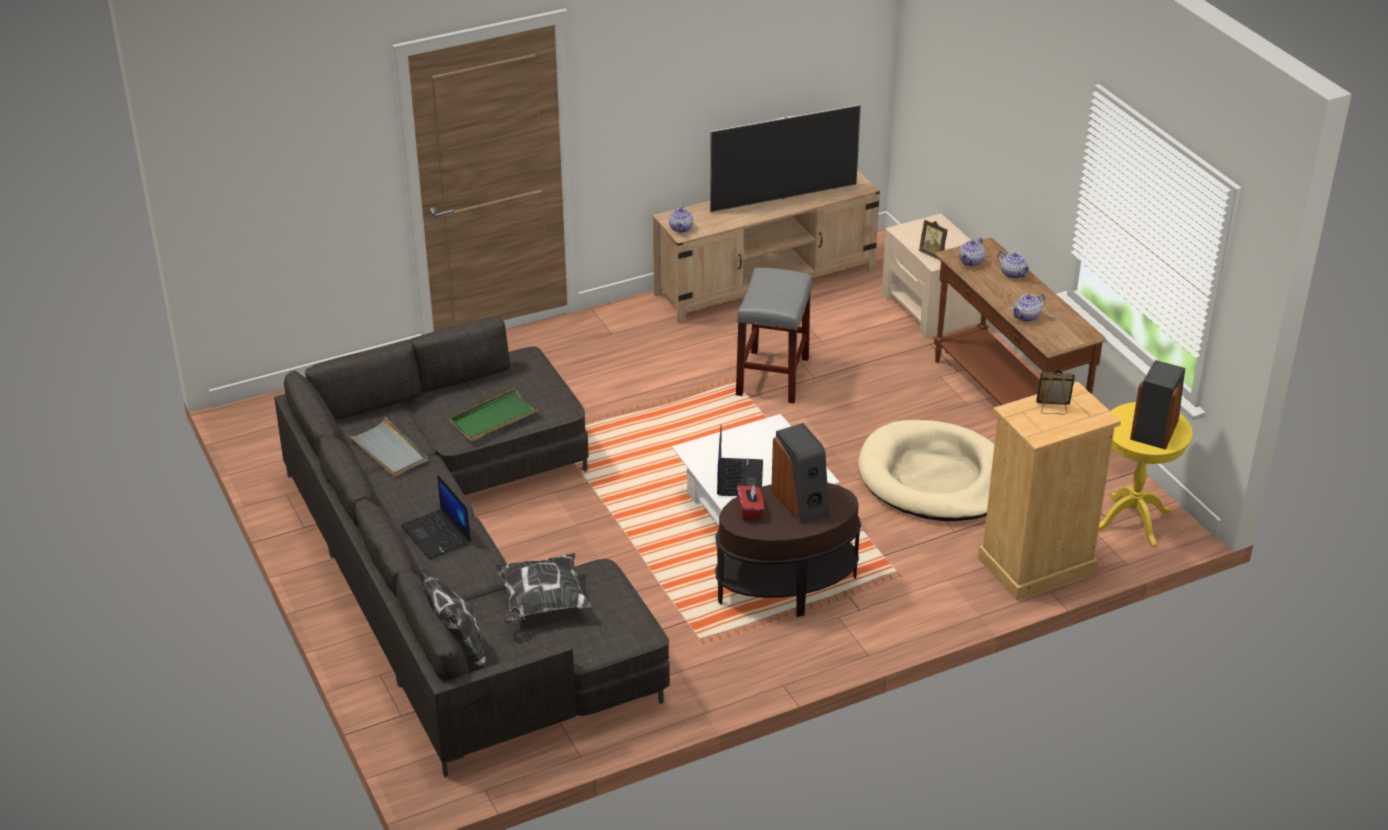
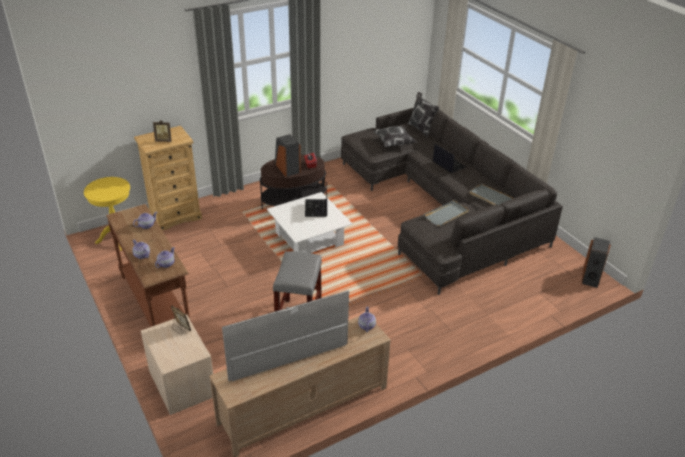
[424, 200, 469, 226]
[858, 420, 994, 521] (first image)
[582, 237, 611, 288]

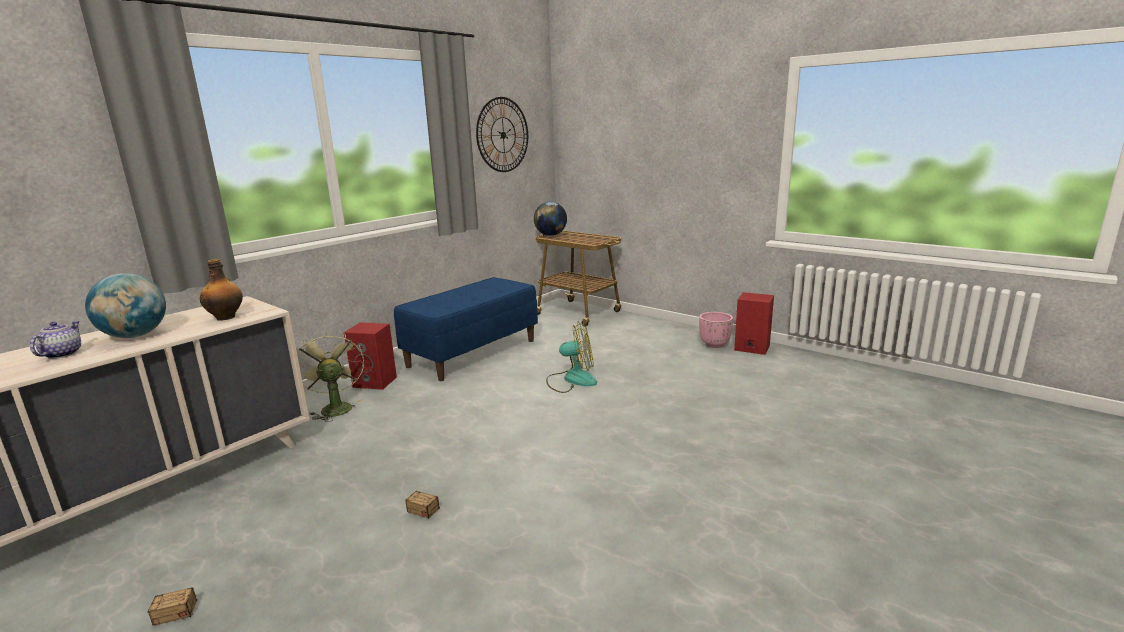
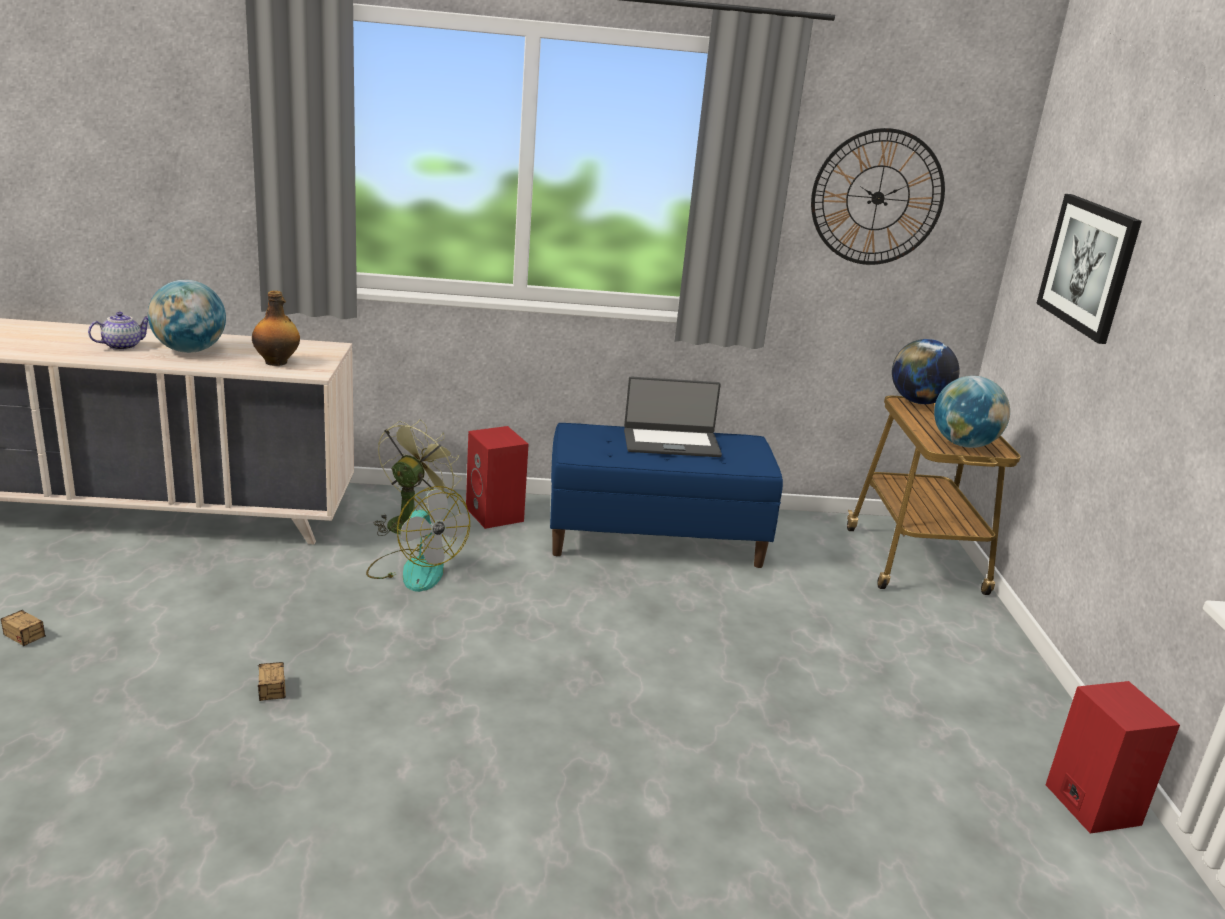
[366, 486, 470, 592]
[699, 312, 733, 348] (first image)
[624, 377, 722, 457]
[934, 376, 1010, 448]
[1036, 194, 1142, 344]

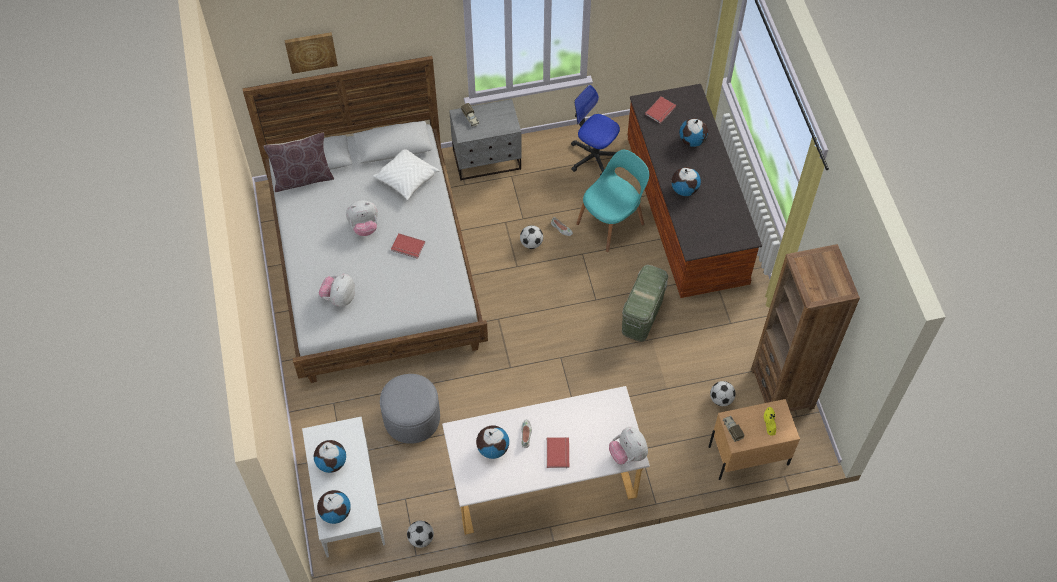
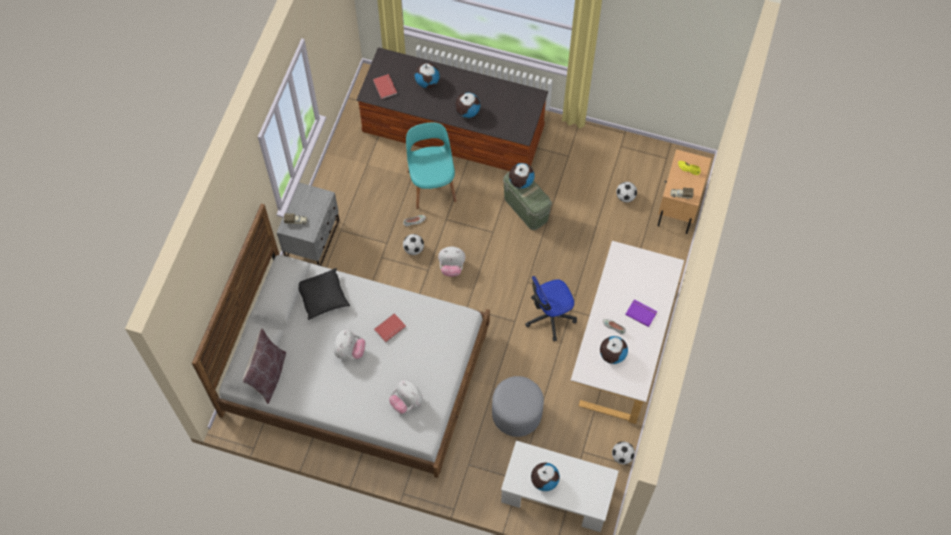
[285, 32, 338, 74] (first image)
[509, 163, 535, 189]
[299, 268, 350, 320]
[625, 300, 657, 327]
[525, 276, 577, 341]
[438, 247, 465, 277]
[751, 244, 860, 411] (first image)

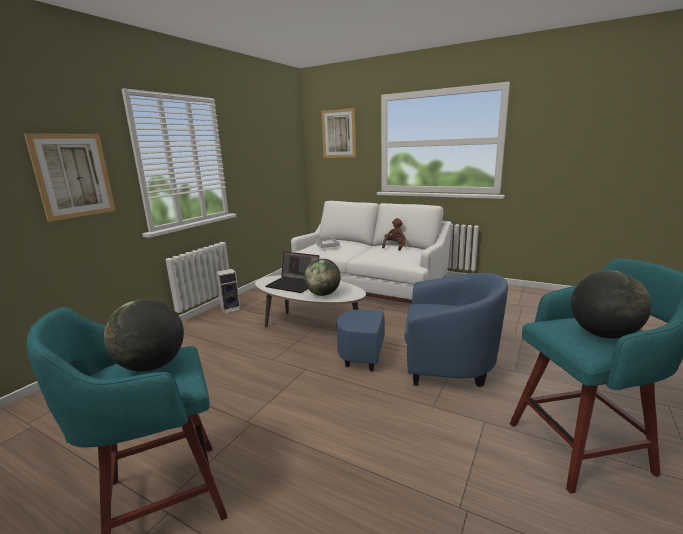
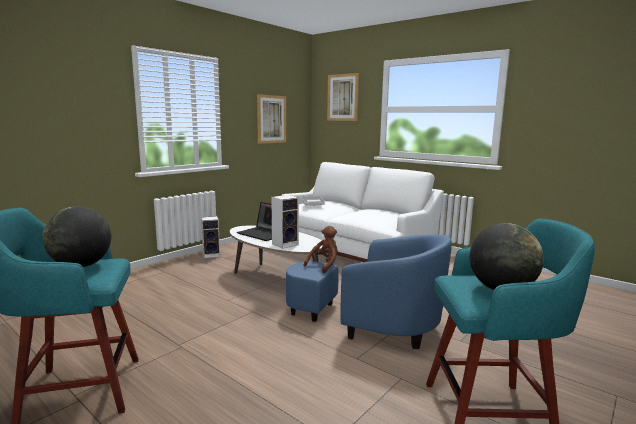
[257, 94, 286, 144]
[271, 195, 299, 249]
[304, 226, 338, 273]

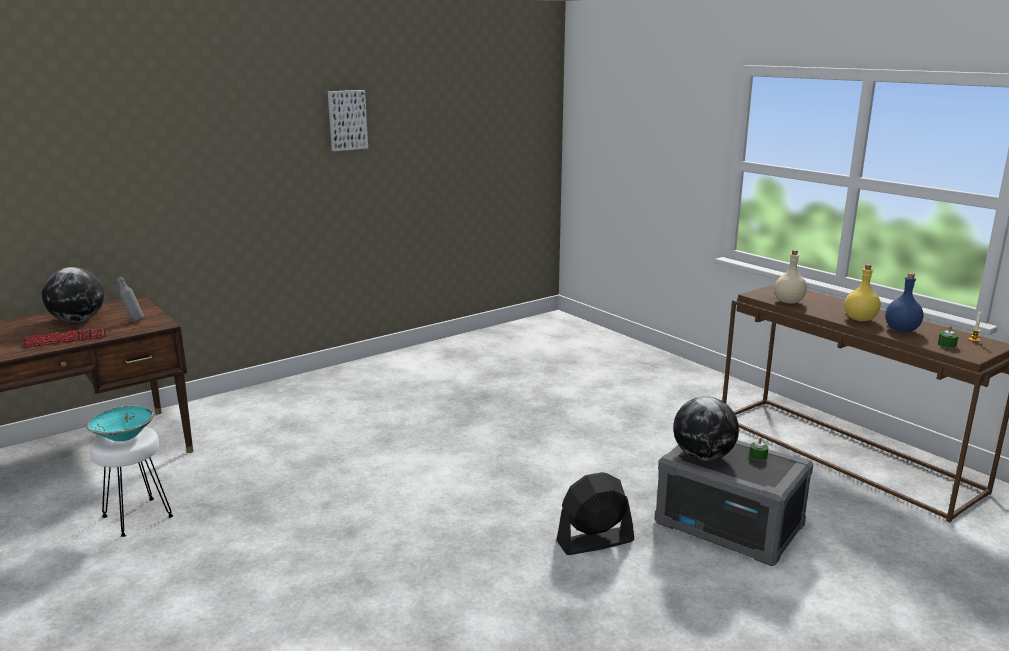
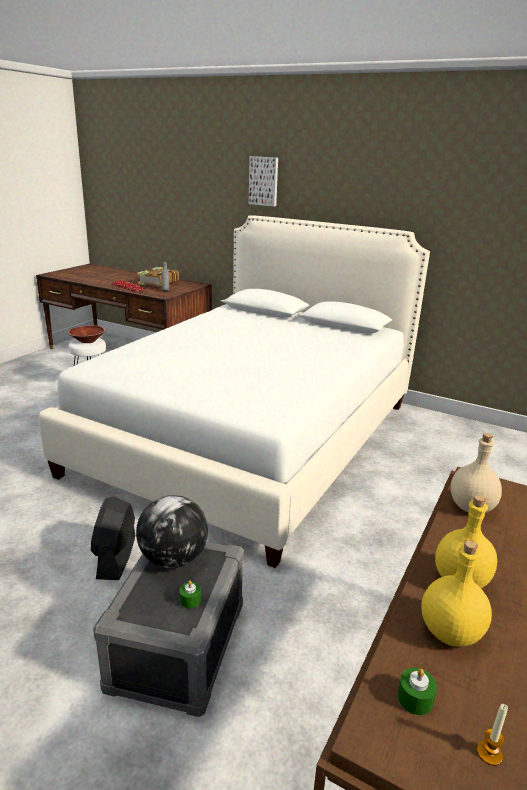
[137, 267, 179, 287]
[68, 325, 105, 343]
[249, 156, 278, 207]
[91, 497, 135, 580]
[421, 540, 492, 647]
[39, 215, 430, 568]

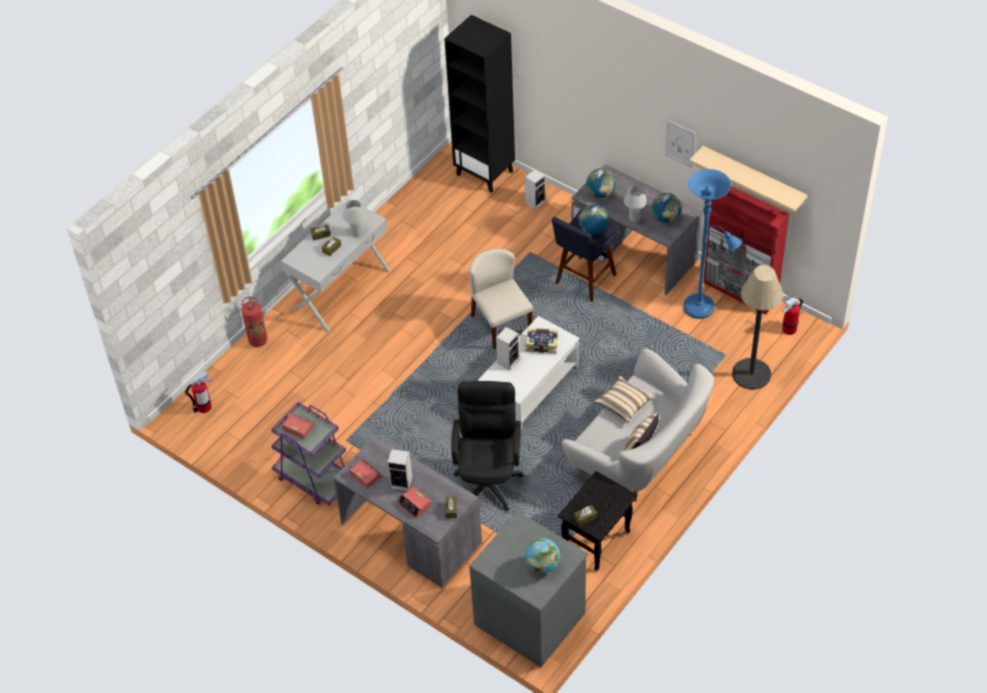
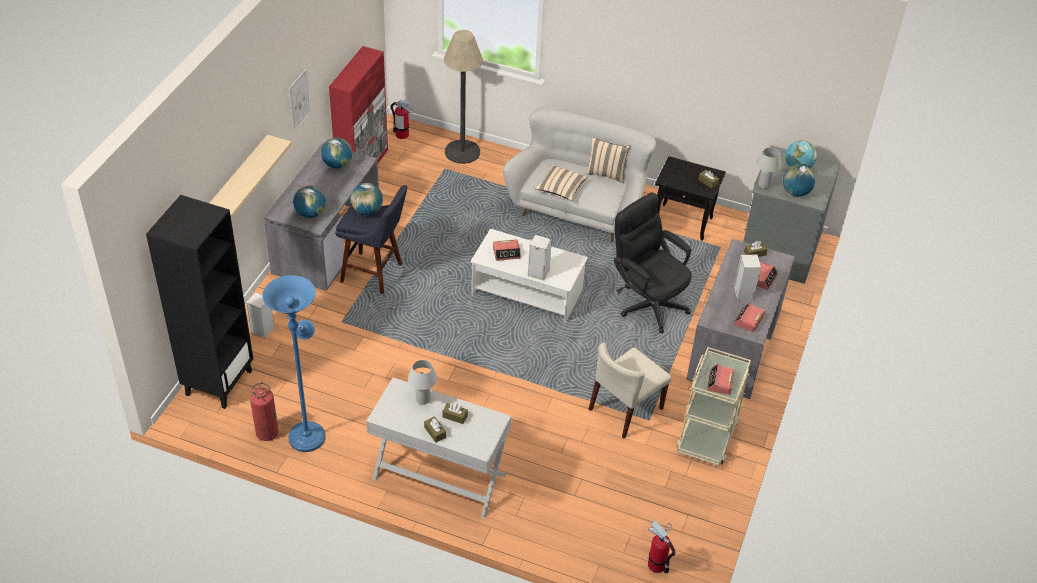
[250, 383, 279, 441]
[677, 347, 751, 466]
[614, 192, 692, 333]
[589, 343, 672, 438]
[493, 239, 521, 261]
[756, 147, 782, 189]
[263, 275, 325, 452]
[210, 135, 292, 218]
[783, 165, 815, 197]

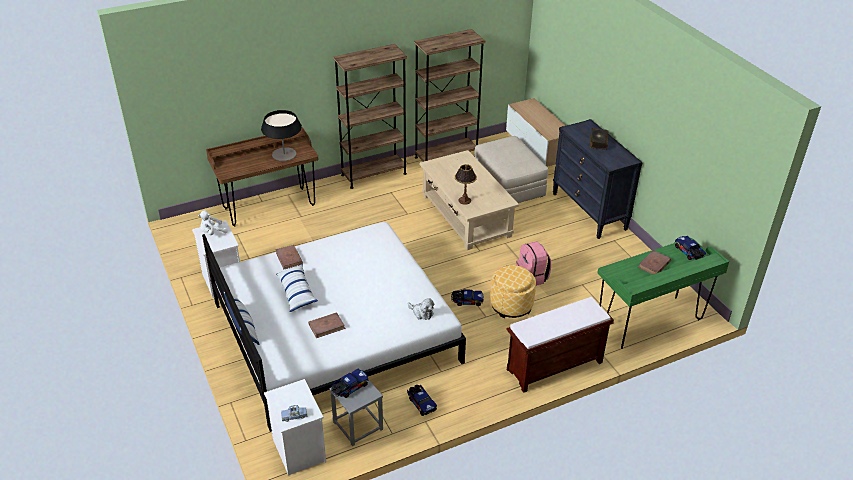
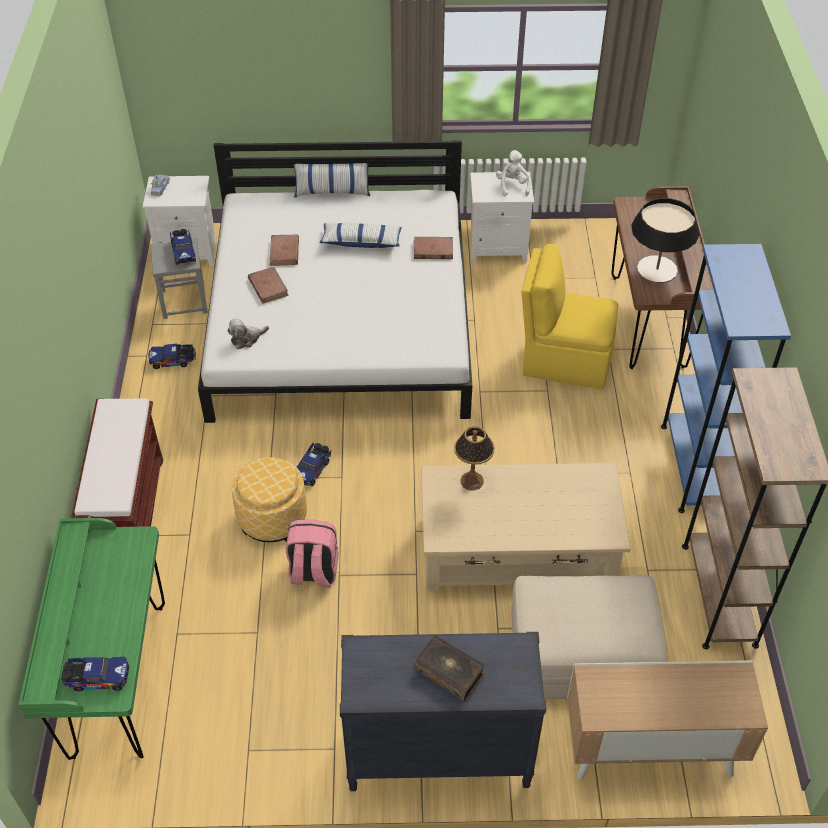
[661, 244, 791, 513]
[248, 267, 289, 304]
[521, 244, 618, 390]

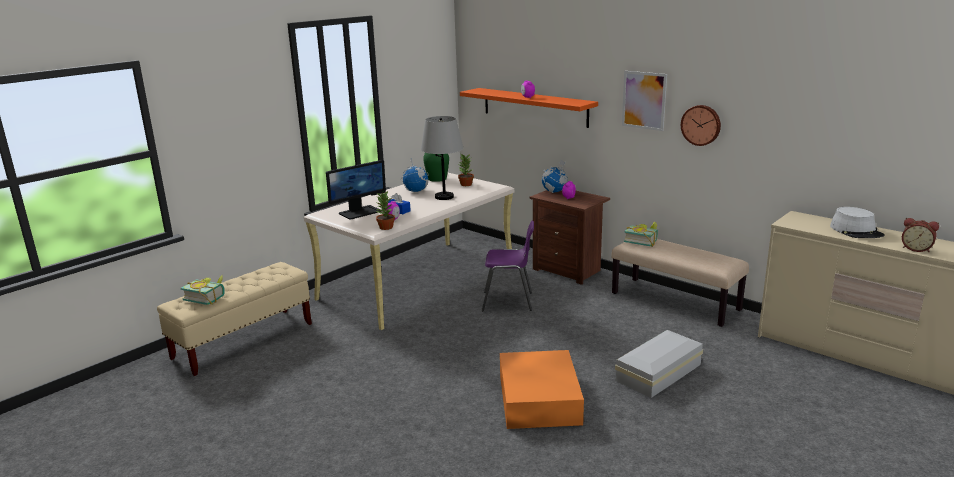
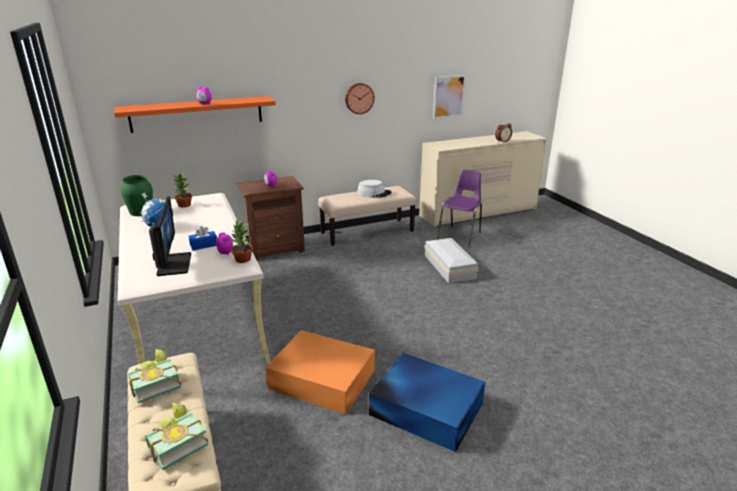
[421, 116, 463, 200] (first image)
[437, 170, 482, 247]
[265, 330, 375, 414]
[542, 159, 568, 193] (first image)
[433, 75, 466, 119]
[128, 349, 182, 403]
[357, 180, 392, 198]
[369, 353, 485, 452]

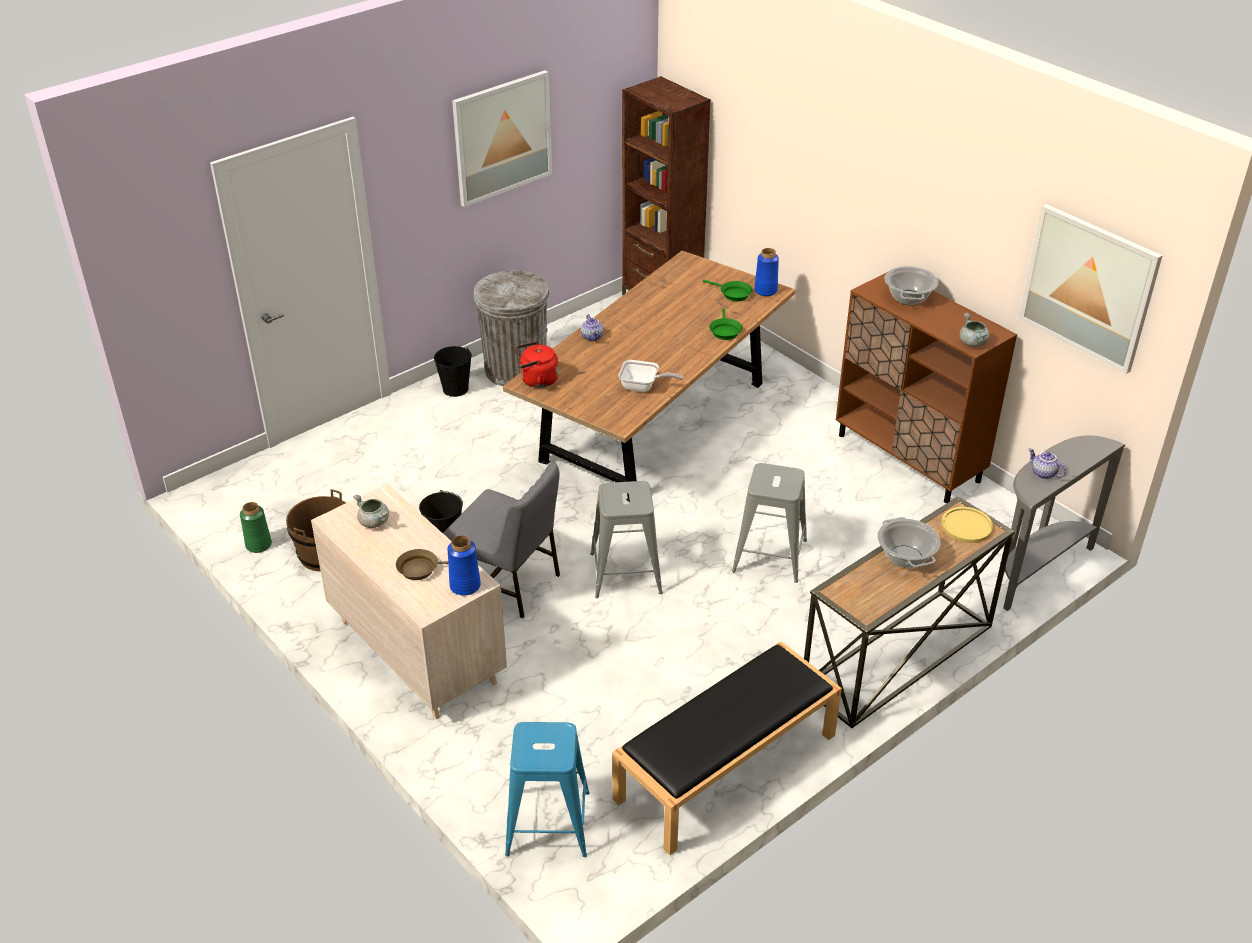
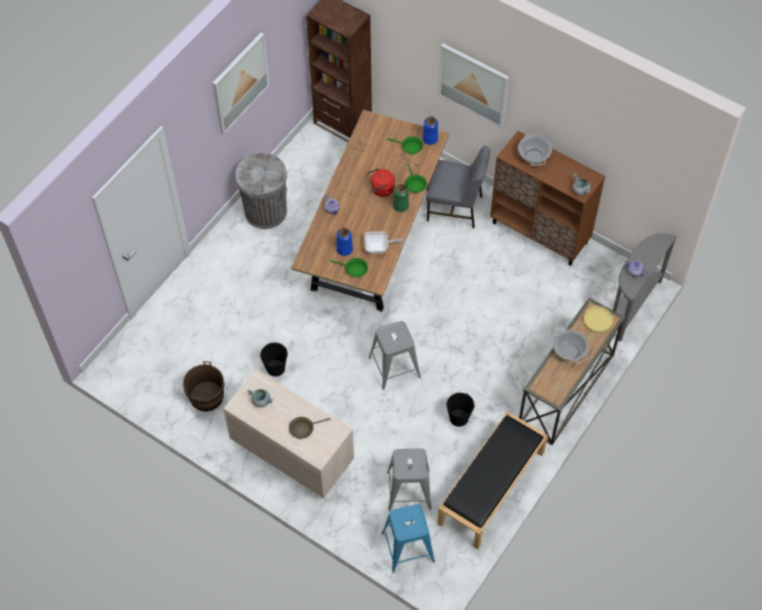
[393, 184, 409, 212]
[446, 393, 475, 427]
[426, 145, 490, 228]
[336, 228, 353, 256]
[367, 168, 395, 197]
[387, 448, 432, 511]
[438, 43, 509, 129]
[330, 258, 368, 277]

